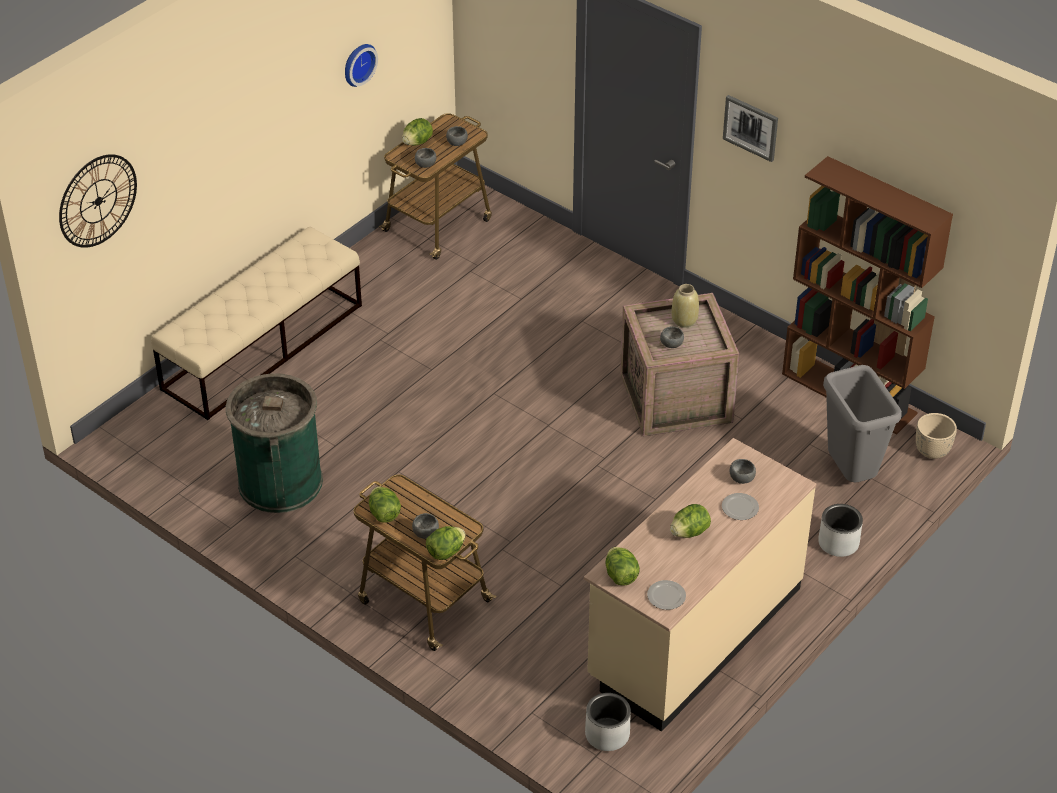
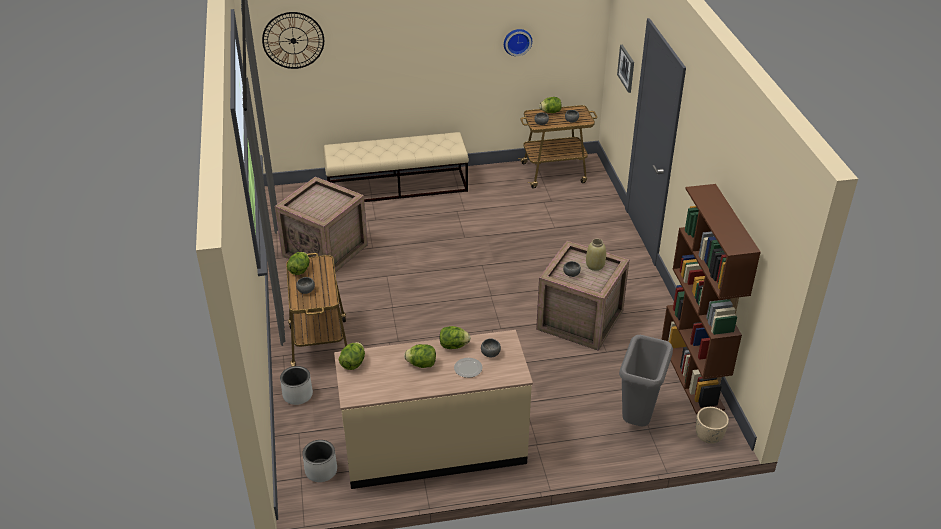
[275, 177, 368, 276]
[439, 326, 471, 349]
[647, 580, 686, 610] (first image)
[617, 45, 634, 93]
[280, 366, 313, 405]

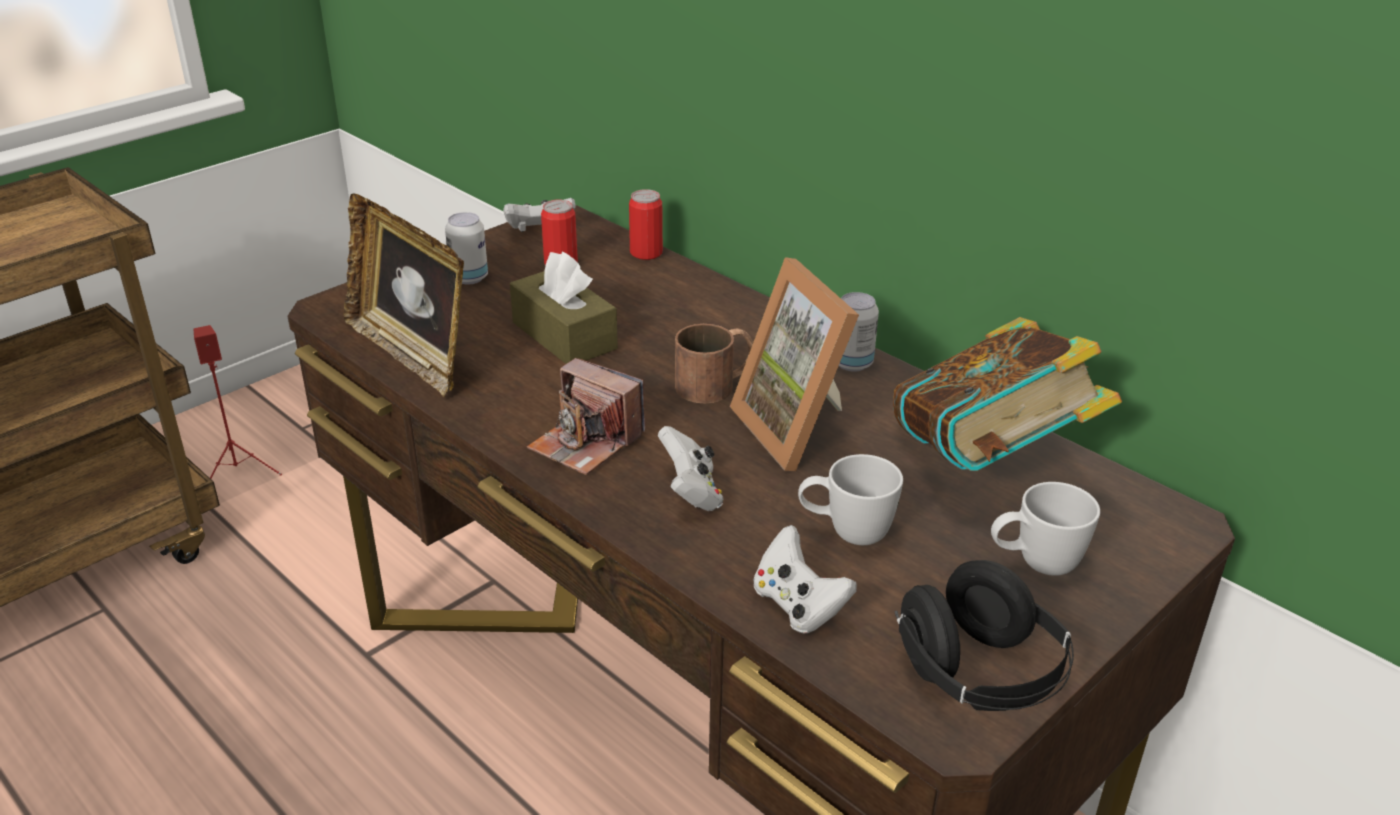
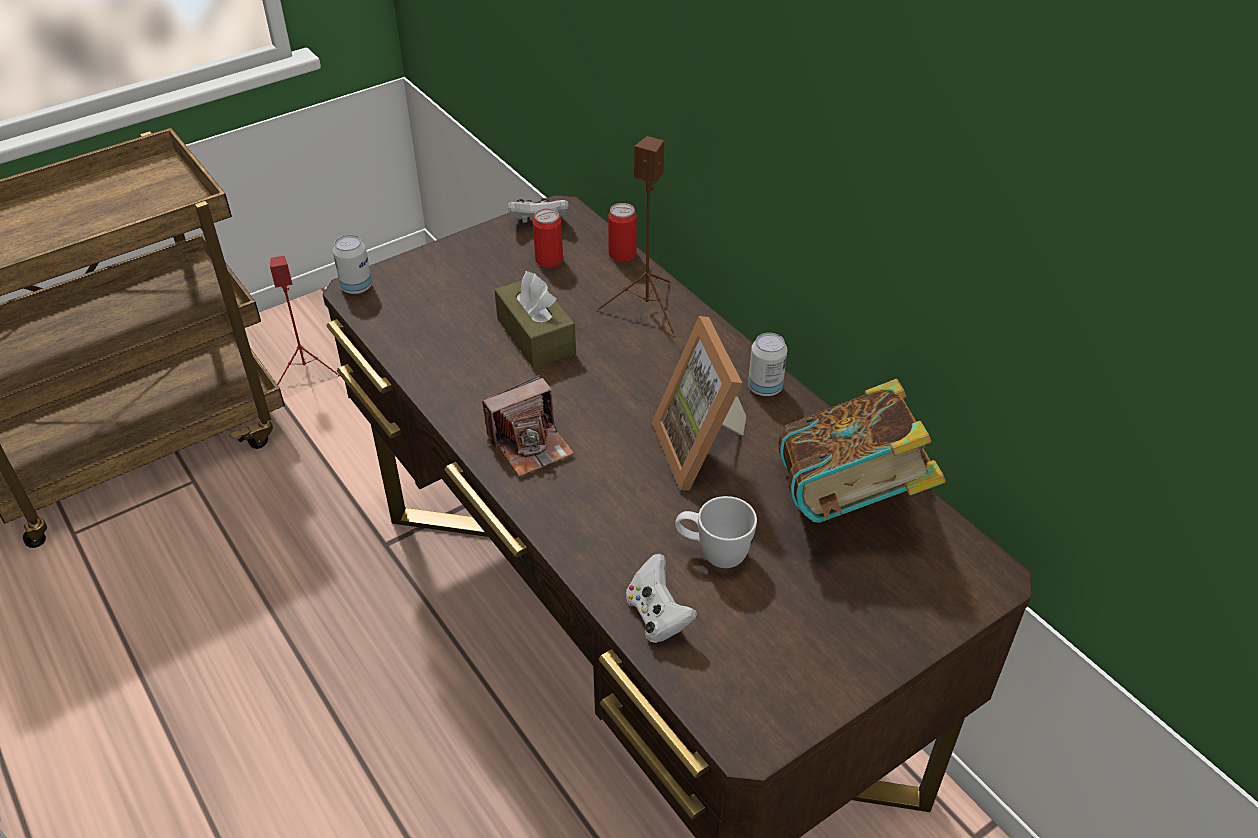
[344, 194, 464, 397] (first image)
[333, 235, 372, 294]
[482, 375, 574, 477]
[658, 426, 724, 511] (first image)
[675, 324, 753, 403] (first image)
[895, 560, 1074, 711] (first image)
[991, 482, 1100, 576] (first image)
[596, 136, 676, 338]

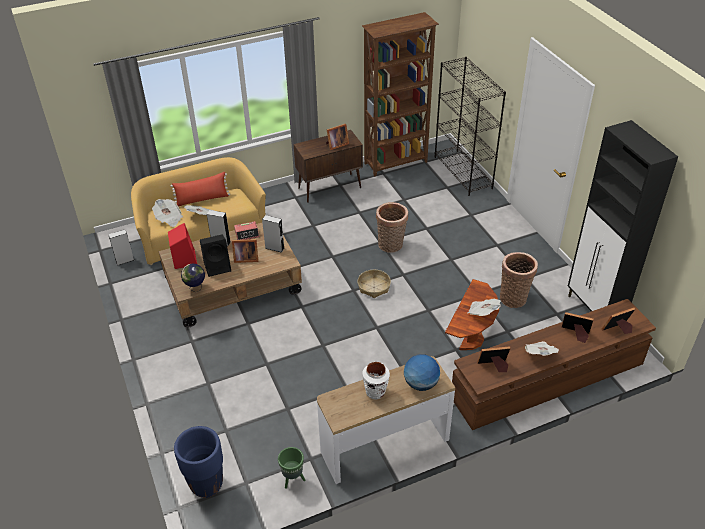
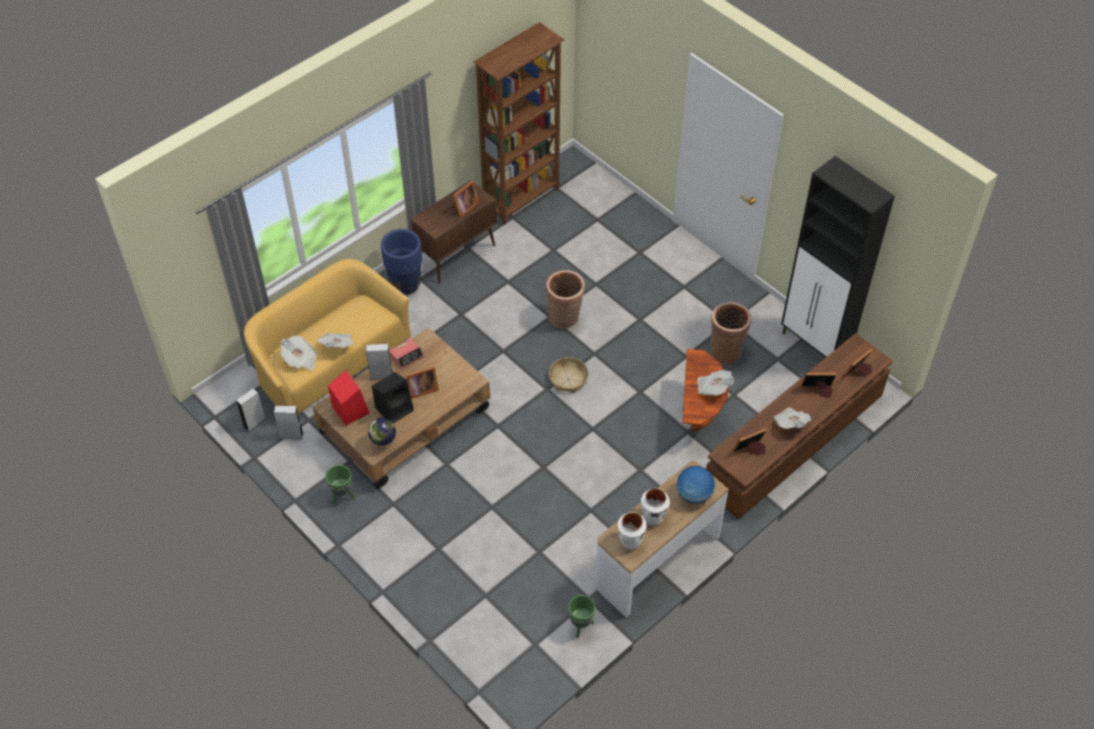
[170, 172, 230, 207] (first image)
[381, 229, 422, 295]
[274, 406, 303, 439]
[435, 57, 506, 196] (first image)
[325, 465, 355, 505]
[618, 512, 646, 550]

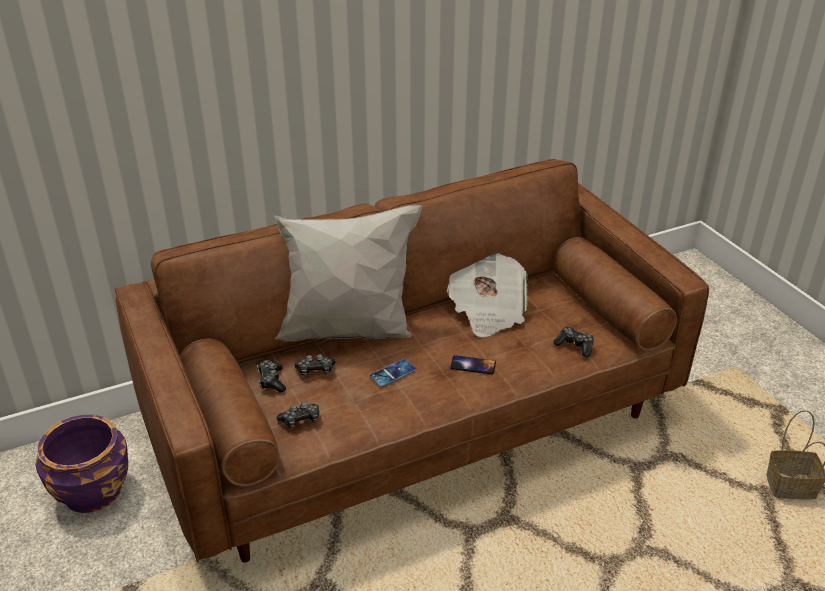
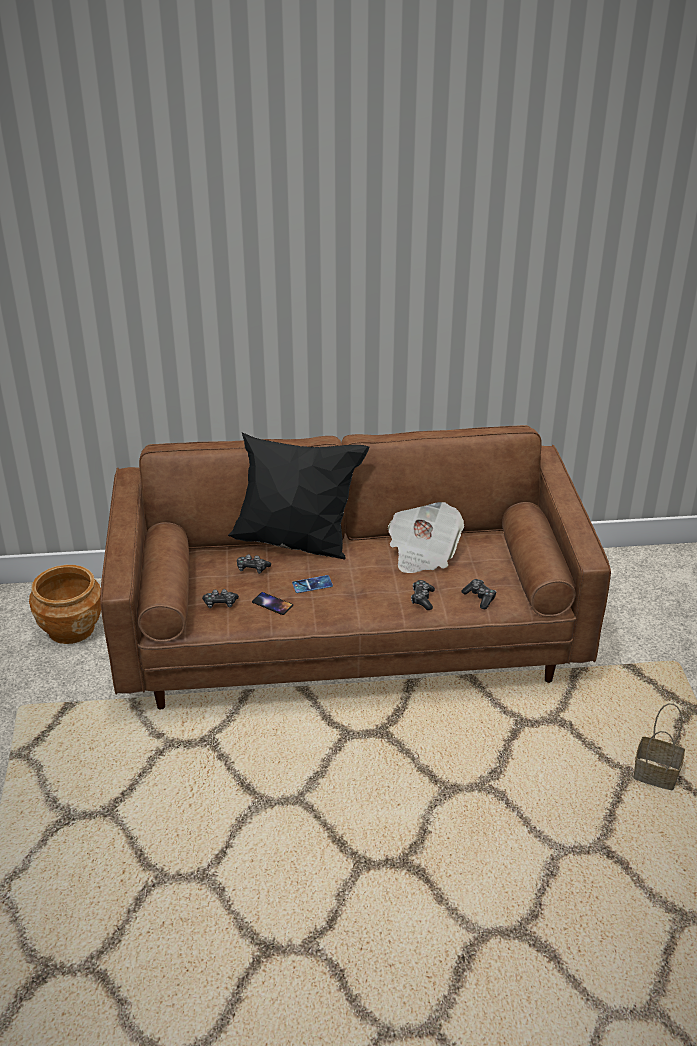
[29, 565, 101, 644]
[411, 580, 435, 610]
[228, 432, 369, 559]
[252, 592, 293, 615]

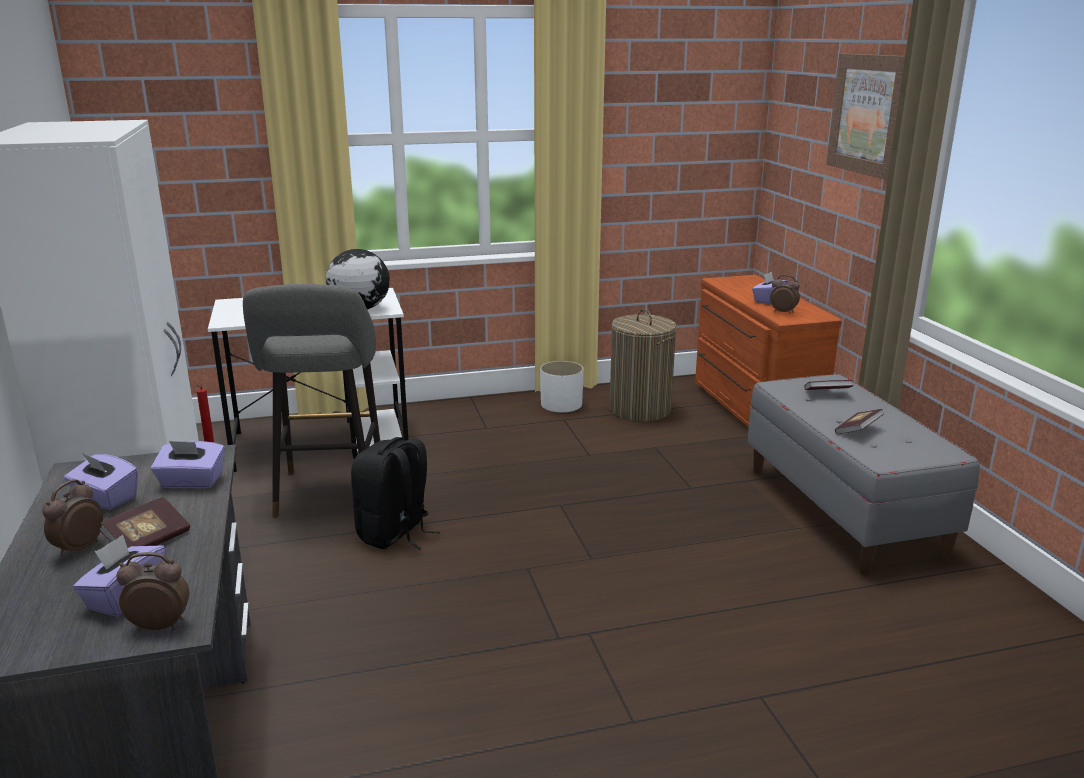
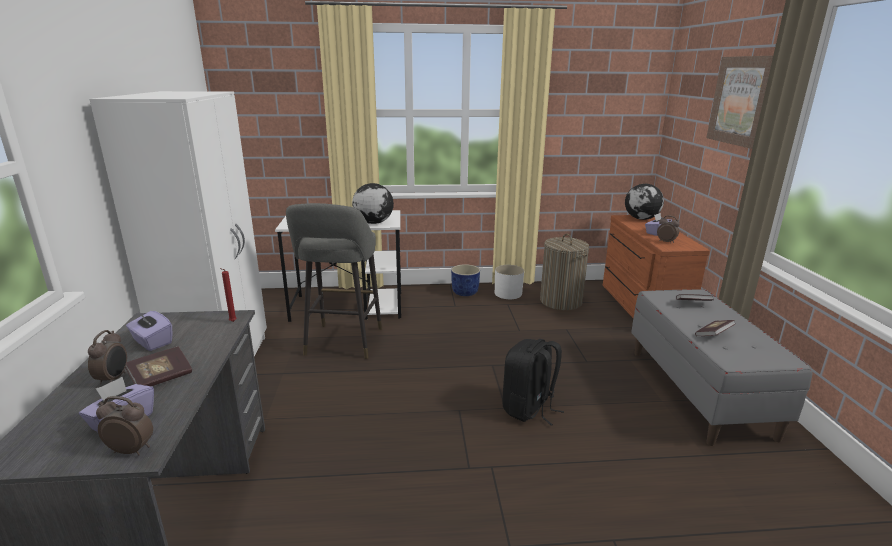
[88, 330, 127, 384]
[151, 441, 225, 489] (first image)
[502, 339, 564, 426]
[451, 264, 480, 296]
[625, 184, 664, 220]

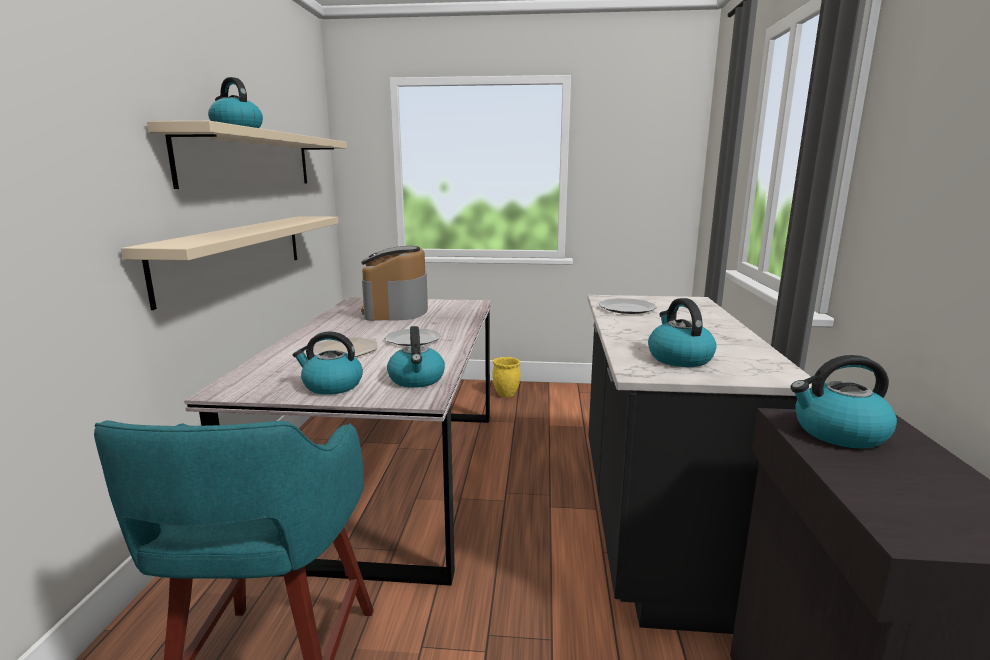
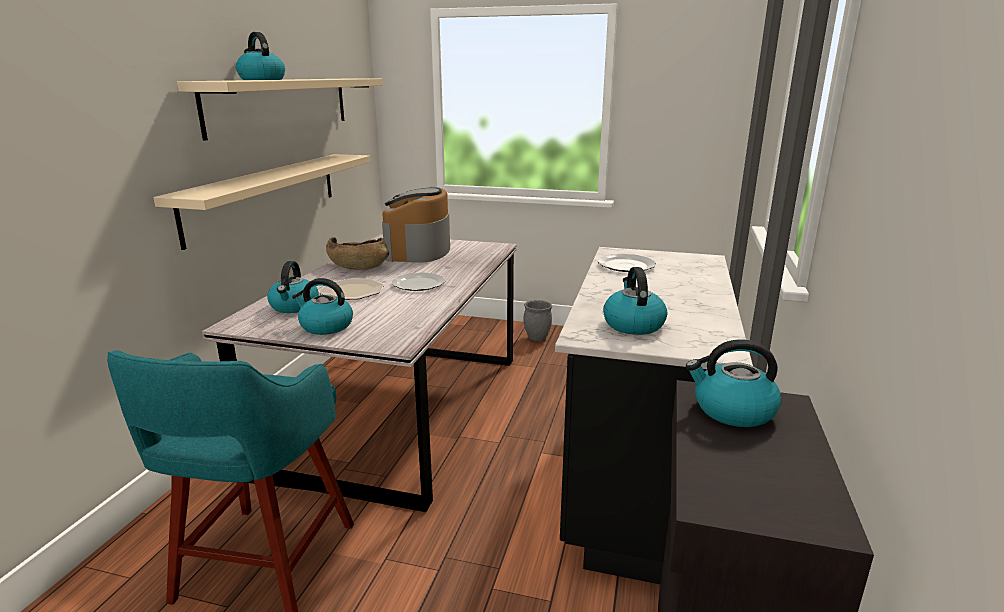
[267, 261, 319, 313]
[524, 300, 552, 341]
[326, 237, 389, 270]

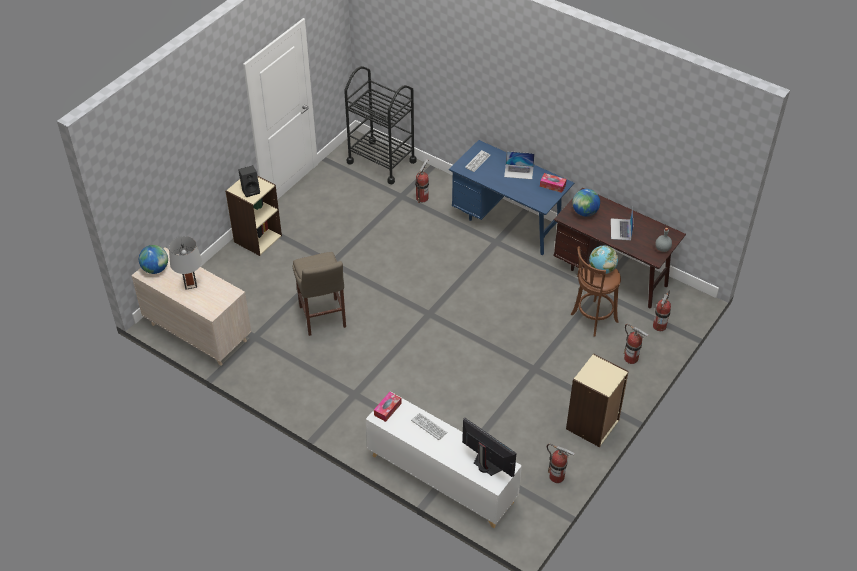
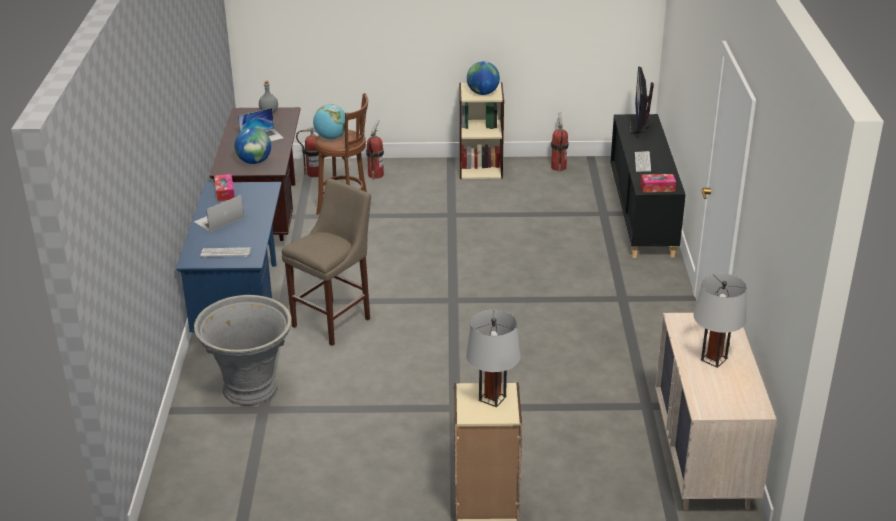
[467, 61, 500, 95]
[466, 309, 520, 407]
[282, 179, 371, 346]
[344, 66, 417, 184] (first image)
[610, 114, 686, 258]
[194, 295, 292, 406]
[194, 195, 244, 233]

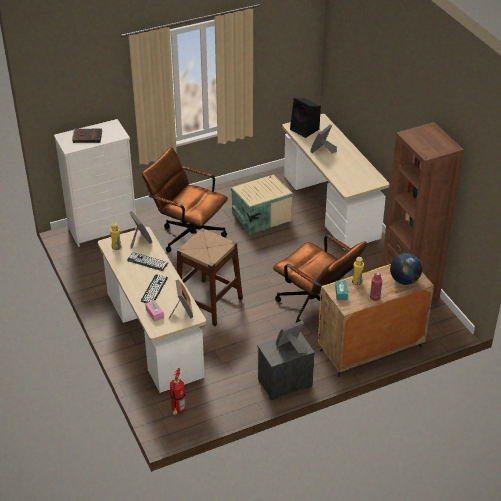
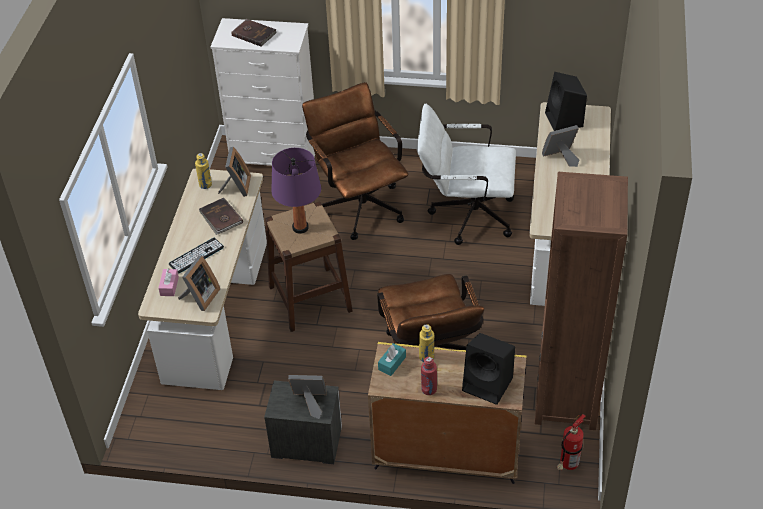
[199, 198, 243, 235]
[557, 414, 585, 470]
[417, 104, 516, 245]
[462, 333, 515, 405]
[271, 148, 321, 234]

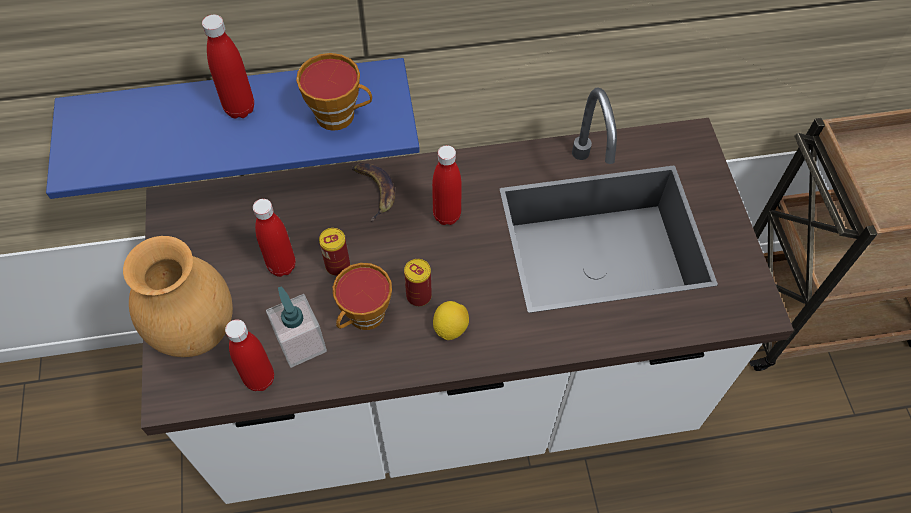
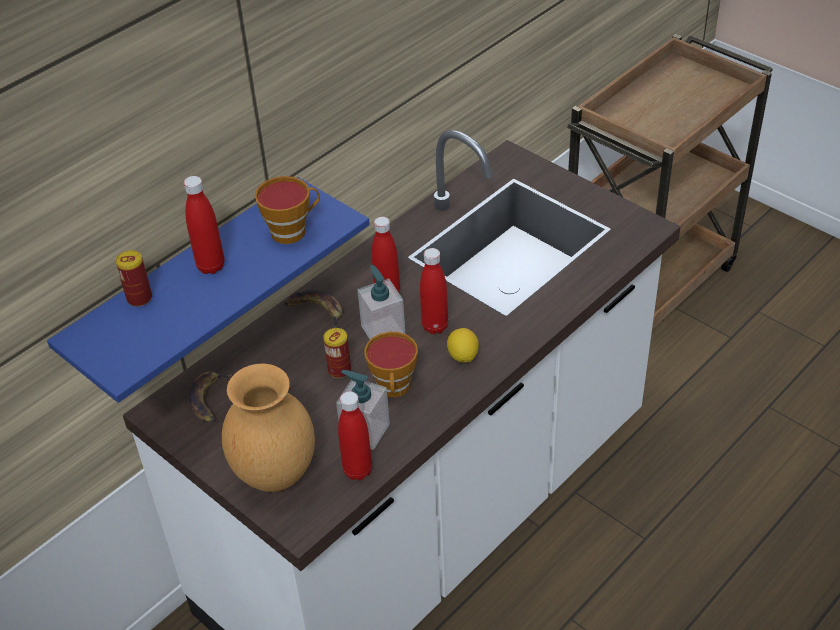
[420, 248, 448, 334]
[116, 250, 152, 307]
[189, 372, 232, 422]
[358, 265, 405, 340]

